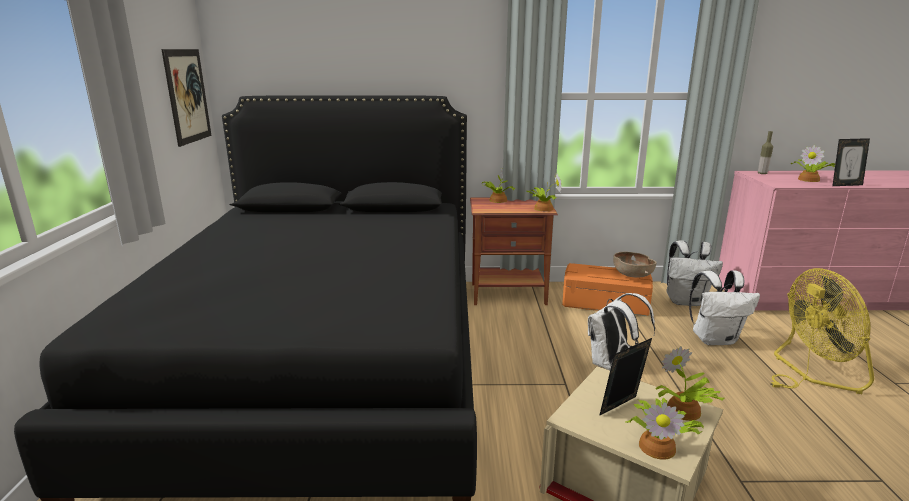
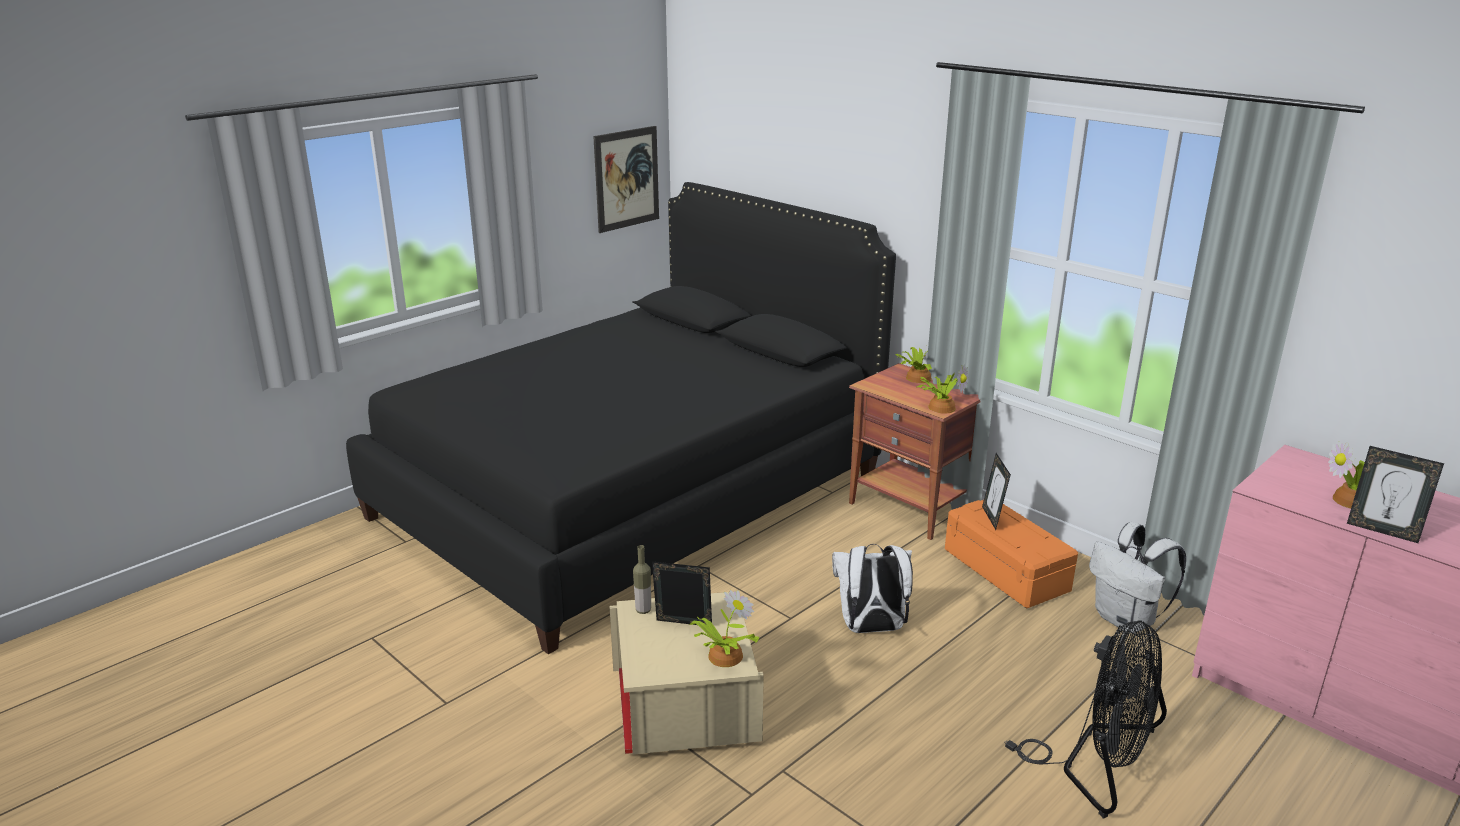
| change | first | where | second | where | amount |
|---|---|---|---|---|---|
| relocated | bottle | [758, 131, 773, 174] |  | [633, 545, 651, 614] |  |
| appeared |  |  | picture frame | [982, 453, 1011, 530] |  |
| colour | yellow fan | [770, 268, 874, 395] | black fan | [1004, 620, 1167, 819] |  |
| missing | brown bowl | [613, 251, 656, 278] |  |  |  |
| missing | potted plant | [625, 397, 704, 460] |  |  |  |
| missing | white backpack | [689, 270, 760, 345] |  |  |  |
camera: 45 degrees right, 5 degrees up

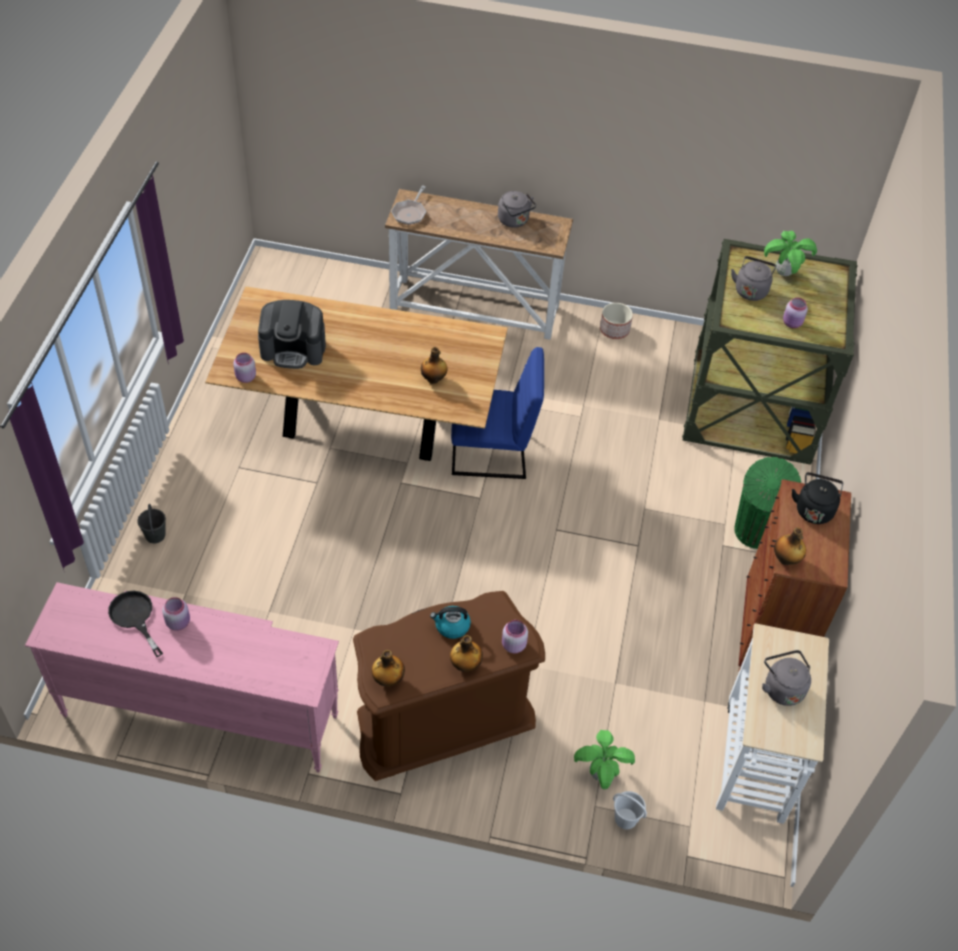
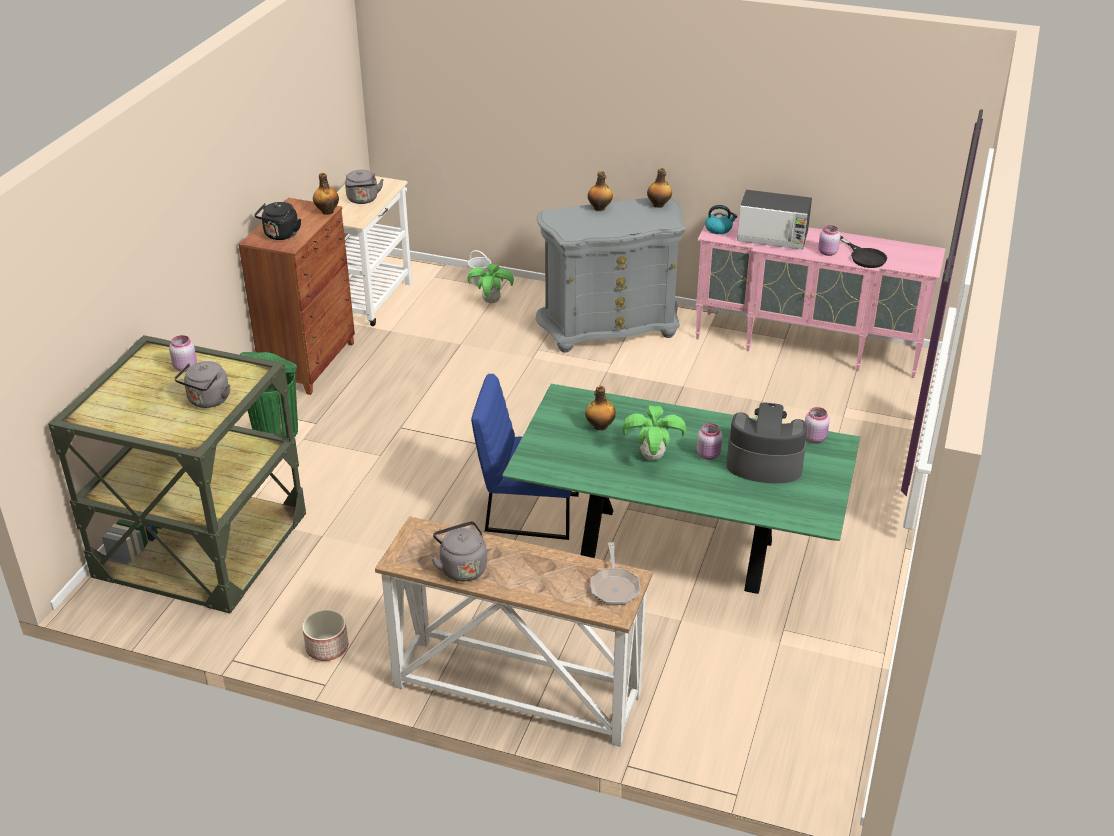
| change | first | where | second | where | amount |
|---|---|---|---|---|---|
| colour | brown dining table | [205, 286, 508, 461] | green dining table | [502, 384, 860, 594] |  |
| colour | brown dresser | [353, 591, 545, 781] | grey dresser | [536, 198, 686, 352] |  |
| spun | frying pan | [391, 185, 426, 225] |  | [590, 542, 640, 605] | 150 degrees clockwise |
| relocated | potted plant | [764, 231, 817, 276] |  | [622, 405, 686, 461] |  |
| relocated | pink jar | [502, 620, 528, 653] |  | [697, 423, 722, 459] |  |
| relocated | kettle | [430, 606, 471, 639] |  | [705, 205, 738, 234] |  |
| appeared |  |  | microwave | [737, 190, 812, 250] |  |
| missing | grey bucket | [137, 504, 166, 543] |  |  |  |
camera: 170 degrees left, 15 degrees down

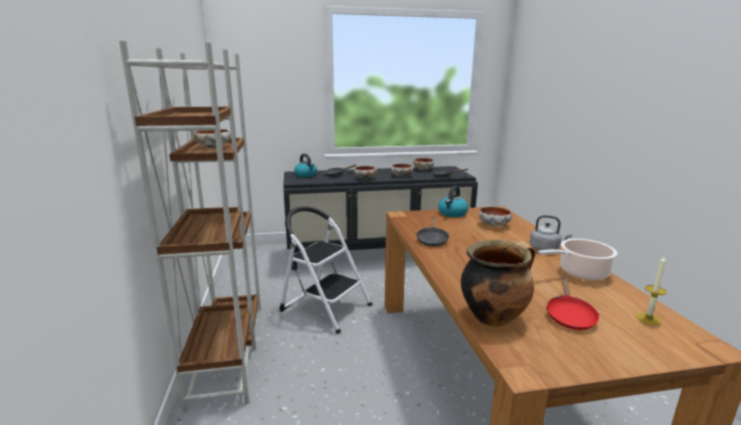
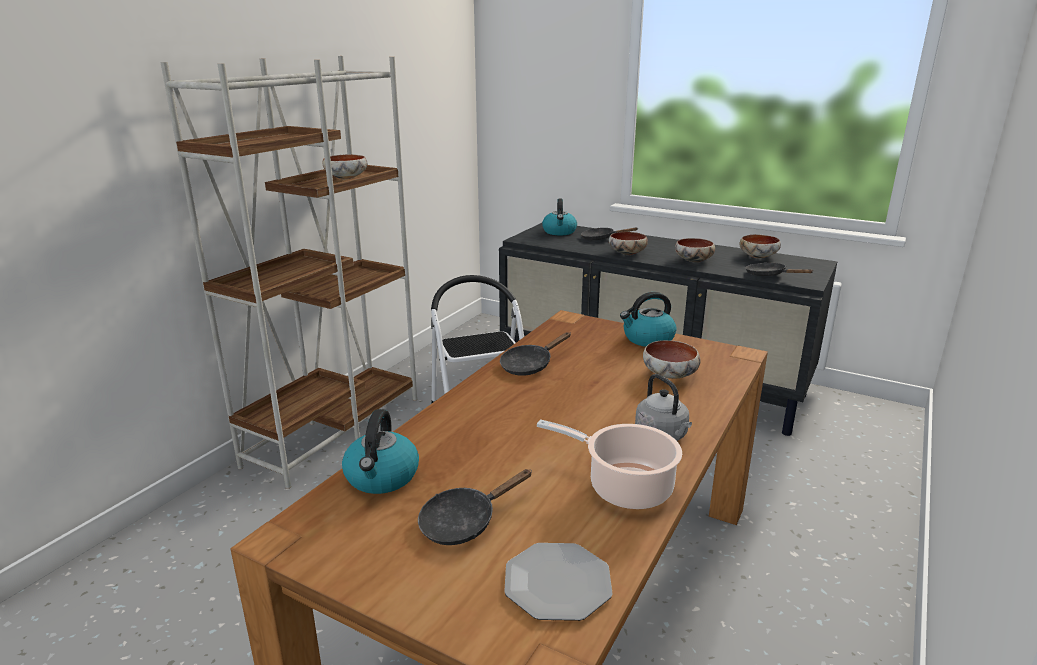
| change | first | where | second | where | amount |
|---|---|---|---|---|---|
| exchanged | cooking pot | [461, 240, 535, 327] | kettle | [342, 409, 419, 494] |  |
| colour | red frying pan | [546, 276, 600, 330] | black frying pan | [418, 469, 532, 545] |  |
| exchanged | candle | [636, 255, 667, 325] | plate | [504, 543, 613, 621] |  |
camera: 40 degrees right, 5 degrees up

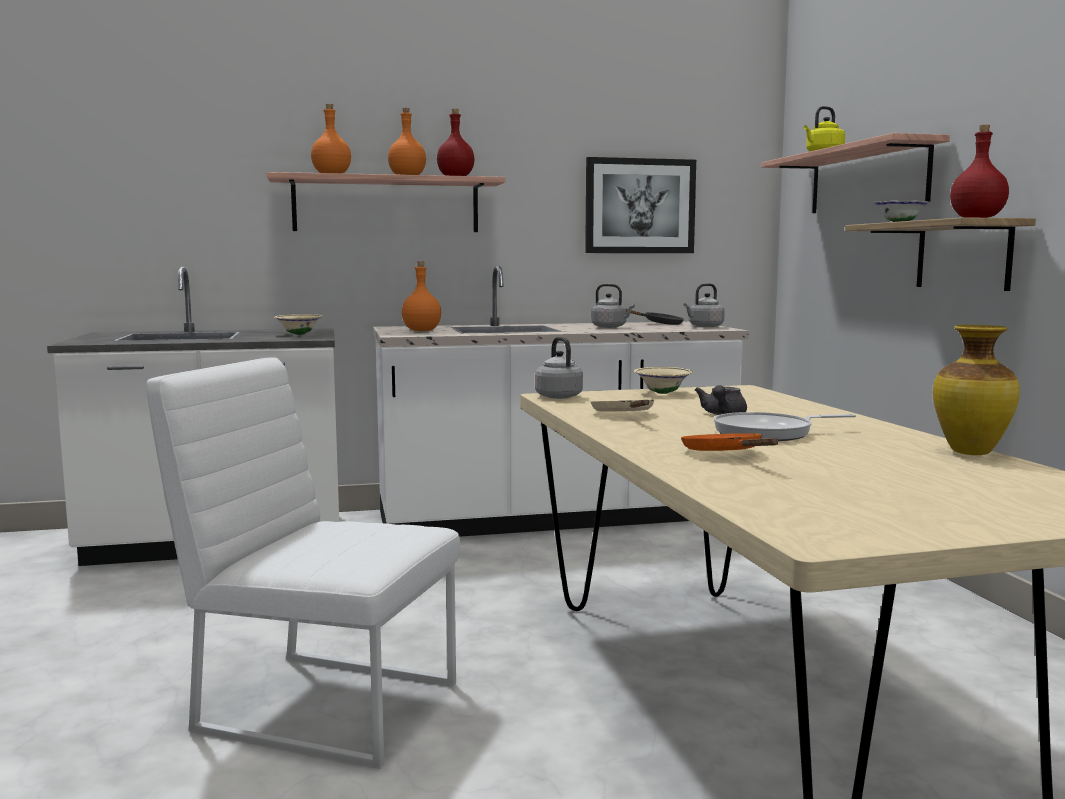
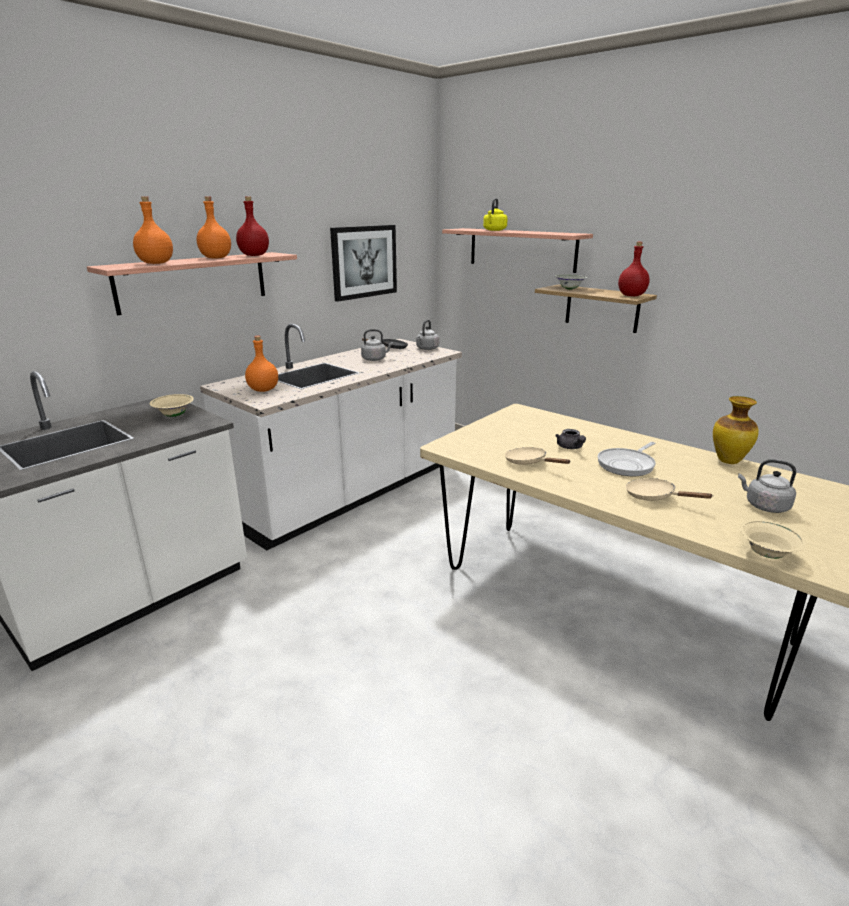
| change | first | where | second | where | amount |
|---|---|---|---|---|---|
| colour | orange frying pan | [681, 433, 778, 451] | beige frying pan | [626, 478, 713, 501] |  |
| relocated | grey kettle | [535, 337, 583, 399] |  | [738, 459, 796, 513] |  |
| relocated | beige bowl | [634, 367, 693, 394] |  | [739, 520, 806, 559] |  |
| missing | white chair | [146, 357, 460, 769] |  |  |  |
camera: 35 degrees left, 15 degrees up

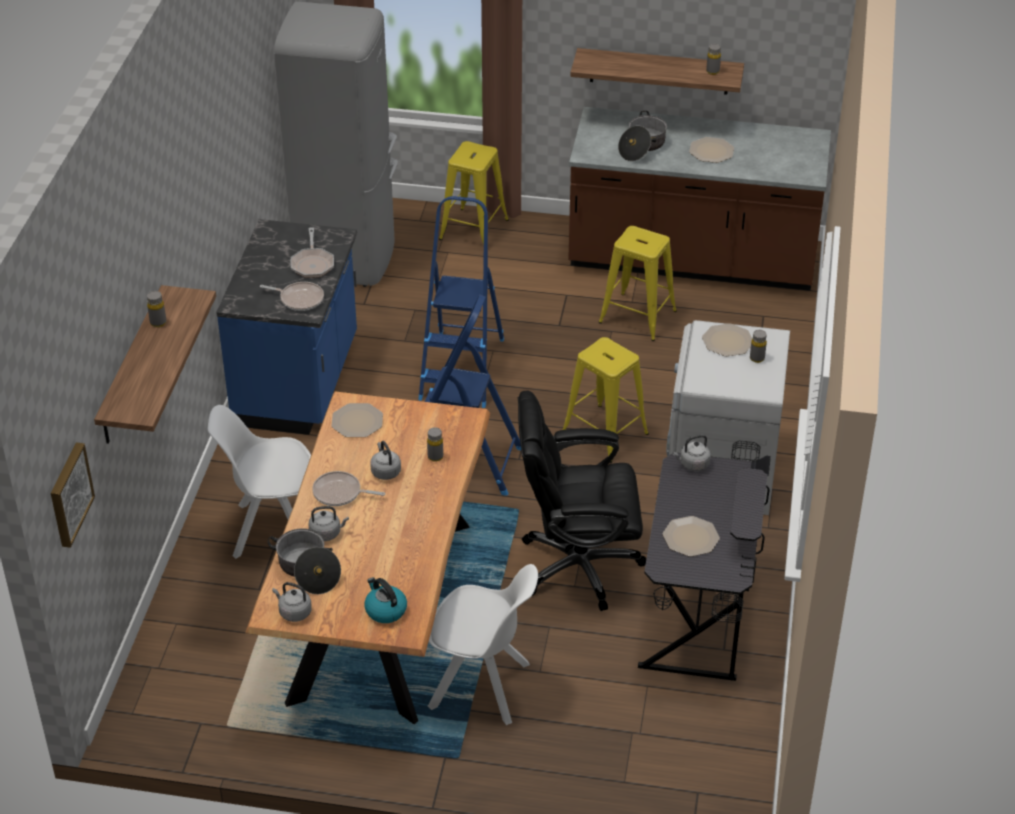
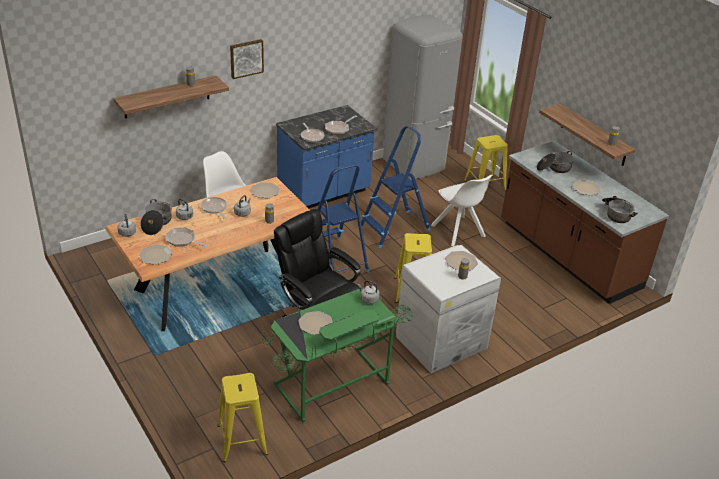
| change | first | where | second | where | amount |
|---|---|---|---|---|---|
| exchanged | kettle | [364, 577, 407, 623] | plate | [139, 244, 172, 265] |  |
| appeared |  |  | frying pan | [166, 227, 208, 247] |  |
| relocated | yellow stool | [599, 226, 677, 341] |  | [217, 373, 268, 462] |  |
| relocated | picture | [51, 443, 95, 548] |  | [230, 39, 264, 79] |  |
| colour | black desk | [638, 441, 771, 681] | green desk | [261, 288, 413, 422] |  |
| relocated | white chair | [428, 564, 538, 725] |  | [431, 175, 492, 246] |  |
| appeared |  |  | cooking pot | [602, 196, 638, 223] |  |
camera: 45 degrees right, 5 degrees down

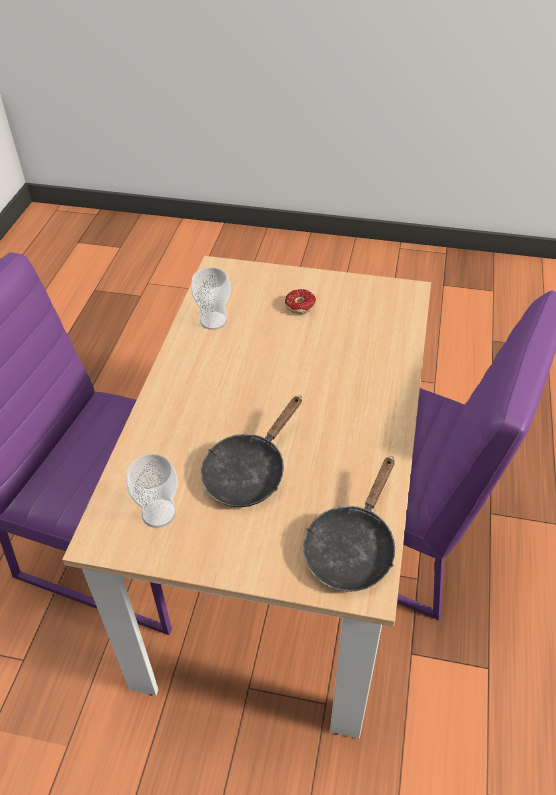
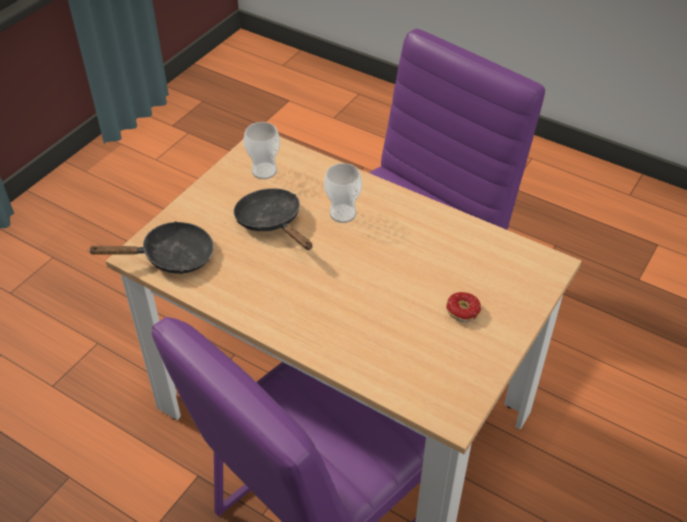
| change | first | where | second | where | amount |
|---|---|---|---|---|---|
| spun | black frying pan | [303, 456, 395, 592] |  | [88, 221, 214, 274] | 120 degrees clockwise |
| relocated | cup | [191, 268, 231, 330] |  | [324, 163, 362, 223] |  |
camera: 110 degrees right, 0 degrees up

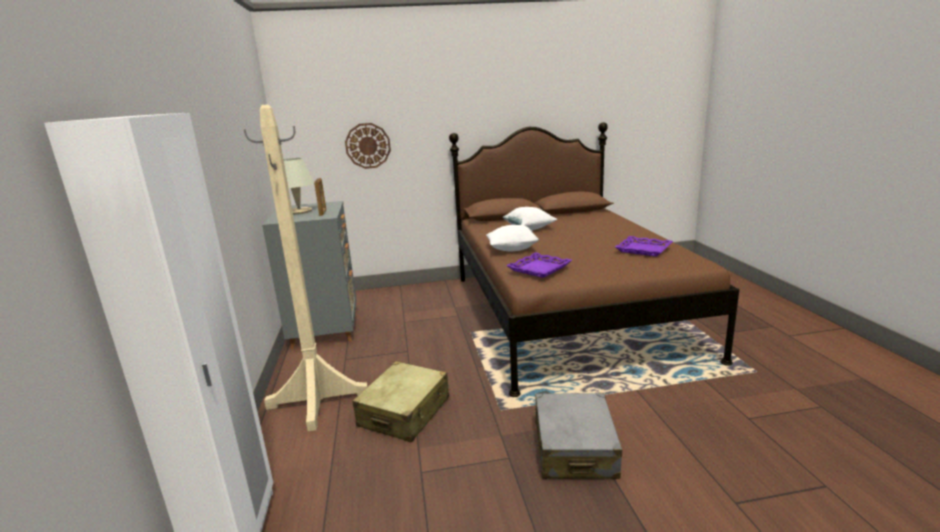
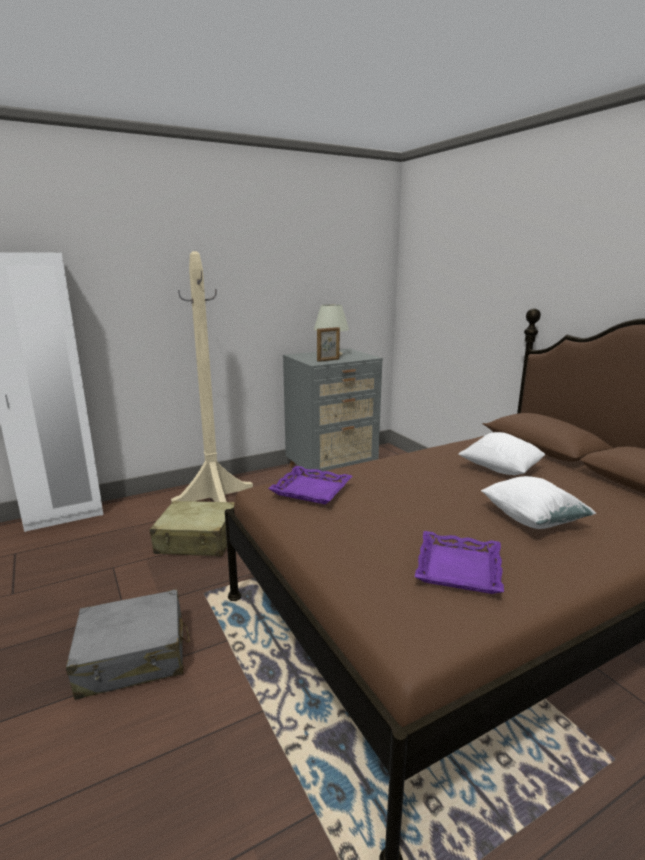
| change | first | where | second | where | amount |
|---|---|---|---|---|---|
| relocated | white pillow | [486, 225, 539, 251] |  | [481, 476, 596, 529] |  |
| missing | wall clock | [345, 123, 391, 169] |  |  |  |
camera: 70 degrees right, 0 degrees up

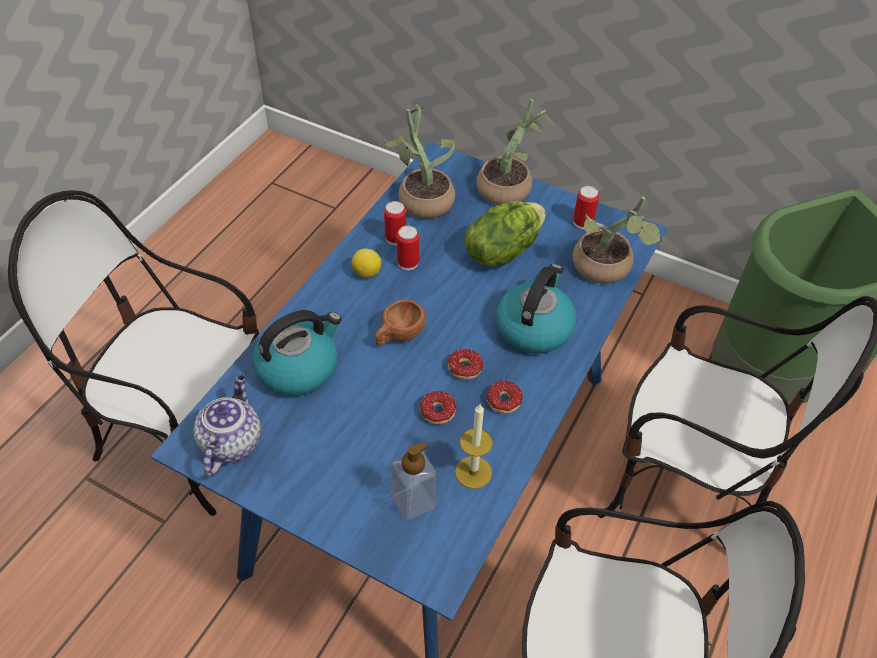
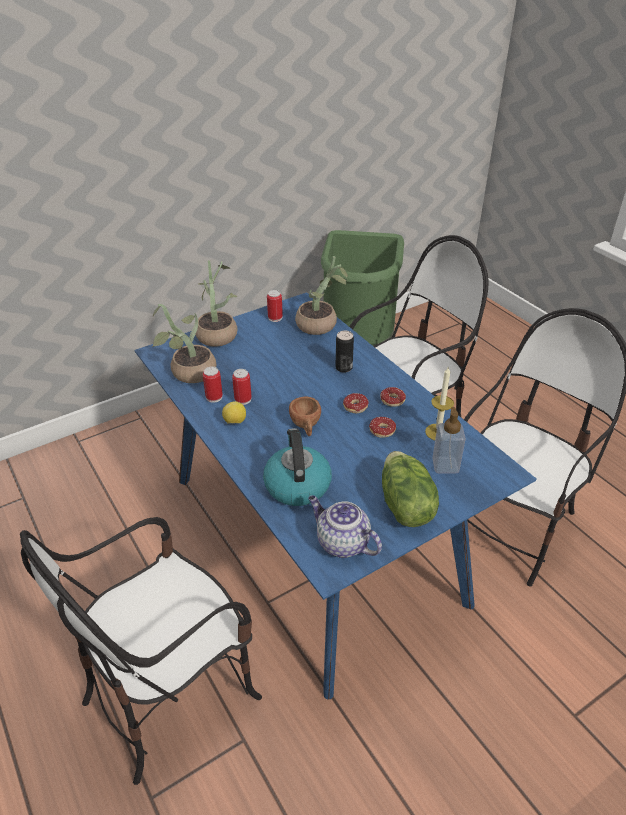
| change | first | where | second | where | amount |
|---|---|---|---|---|---|
| exchanged | kettle | [496, 264, 576, 354] | can | [335, 330, 354, 372] |  |
| relocated | lettuce | [464, 201, 546, 267] |  | [382, 451, 439, 527] |  |
camera: 60 degrees left, 10 degrees down

